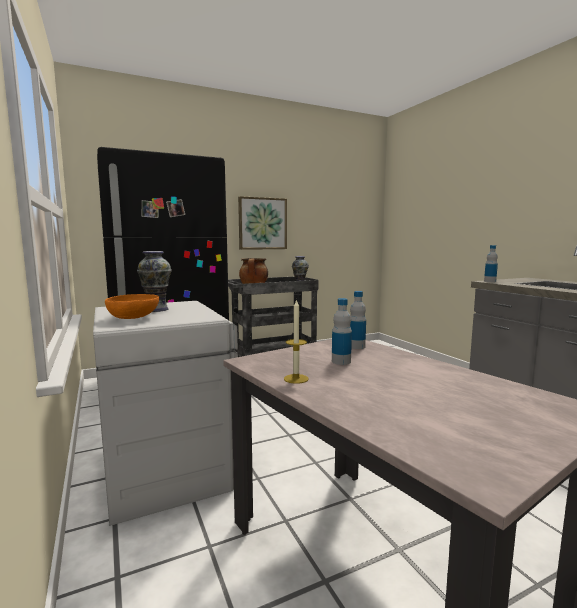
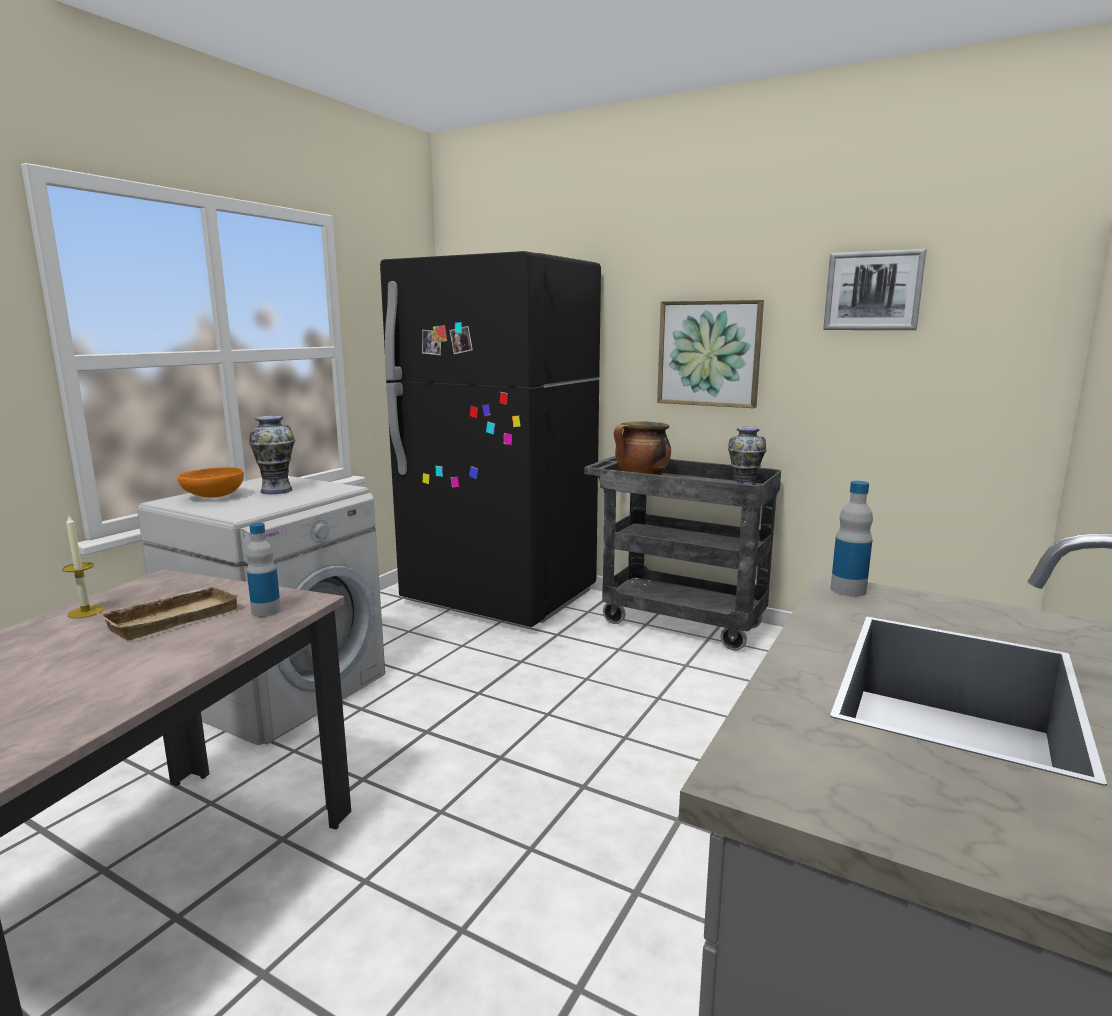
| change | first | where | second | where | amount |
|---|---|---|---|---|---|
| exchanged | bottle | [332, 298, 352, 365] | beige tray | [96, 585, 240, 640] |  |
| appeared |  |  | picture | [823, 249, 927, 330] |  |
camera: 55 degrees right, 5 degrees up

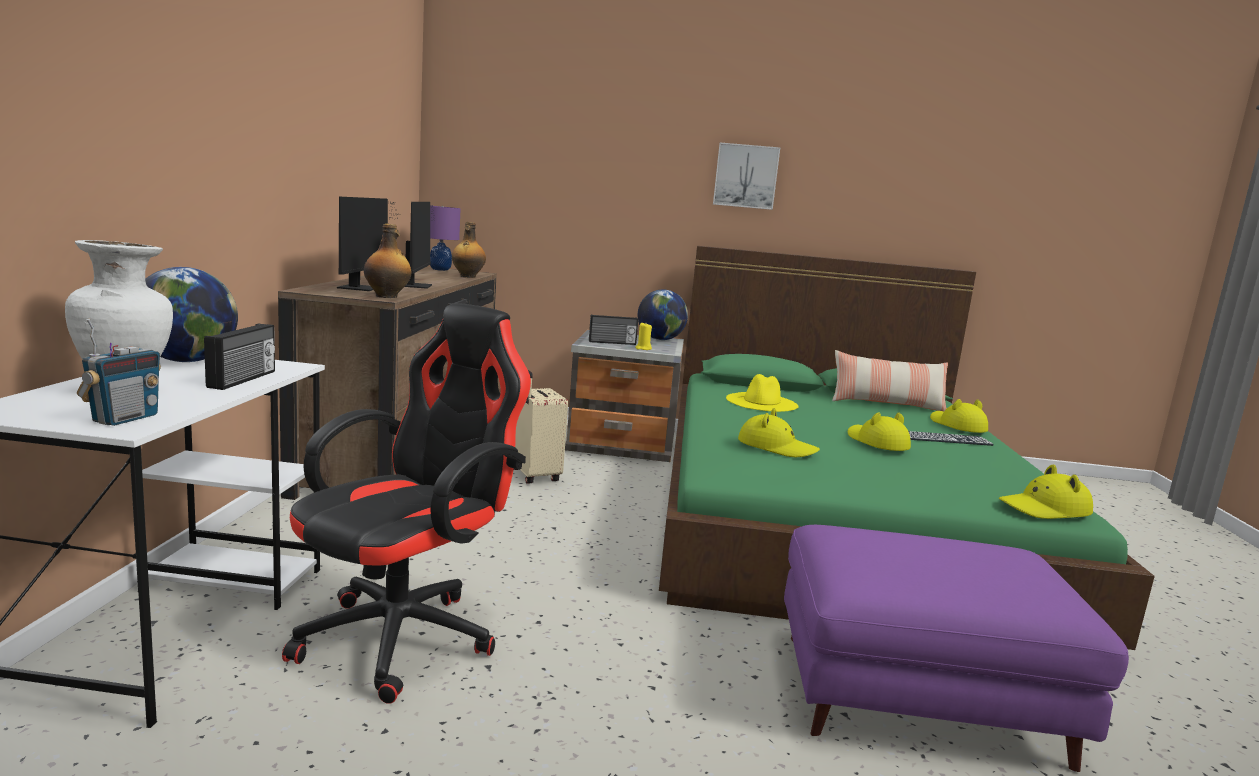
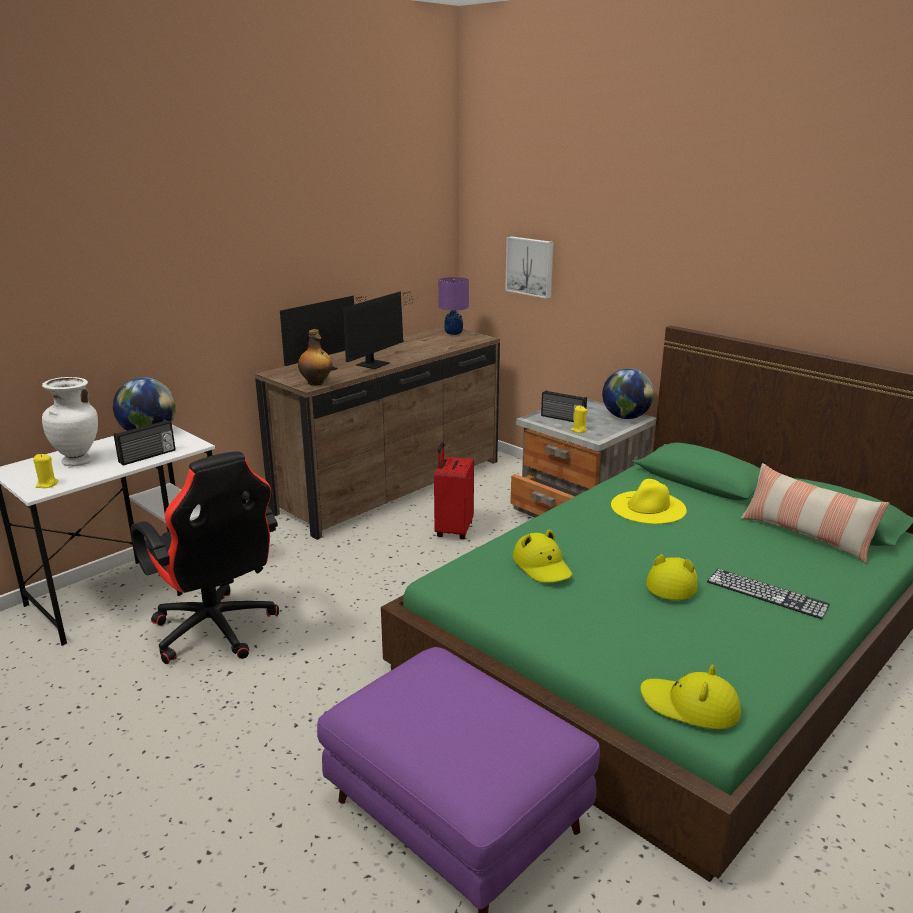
| change | first | where | second | where | amount |
|---|---|---|---|---|---|
| exchanged | radio | [77, 319, 161, 426] | yellow candle | [33, 454, 58, 488] |  |
| spun | black office chair | [282, 303, 531, 704] |  | [131, 451, 279, 664] | 75 degrees clockwise |
| colour | beige suitcase | [514, 370, 568, 484] | red suitcase | [434, 442, 474, 539] |  |
| relocated | picture | [713, 143, 780, 210] |  | [505, 236, 553, 299] |  |
| missing | bottle | [452, 222, 486, 278] |  |  |  |
| missing | yellow hat | [930, 399, 988, 433] |  |  |  |
camera: 40 degrees right, 10 degrees up

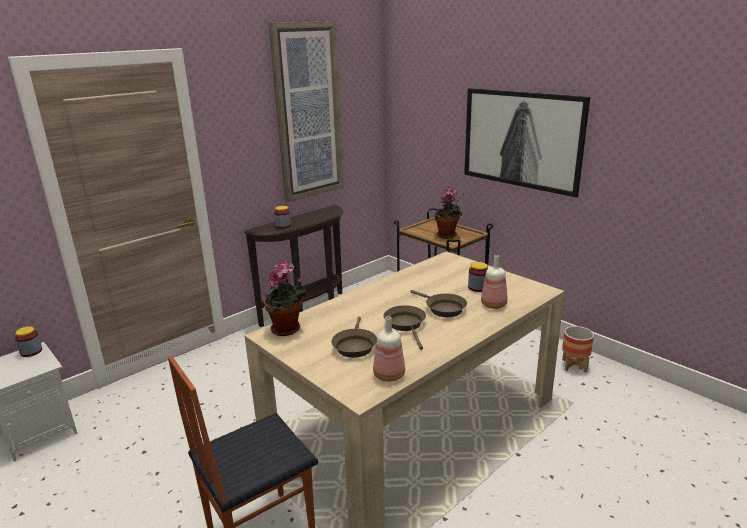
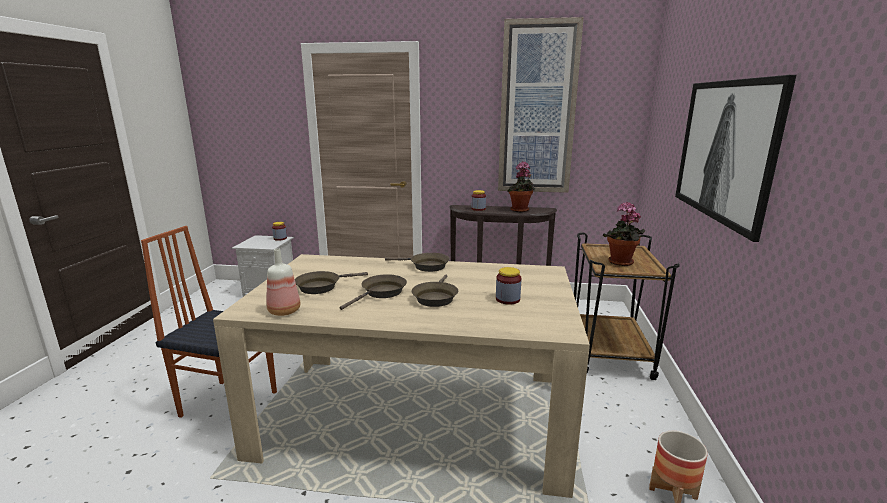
| change | first | where | second | where | amount |
|---|---|---|---|---|---|
| appeared |  |  | brown frying pan | [385, 253, 450, 272] |  |
| relocated | potted plant | [264, 260, 306, 336] |  | [508, 161, 535, 212] |  |
| missing | bottle | [481, 255, 508, 309] |  |  |  |
camera: 50 degrees right, 5 degrees down

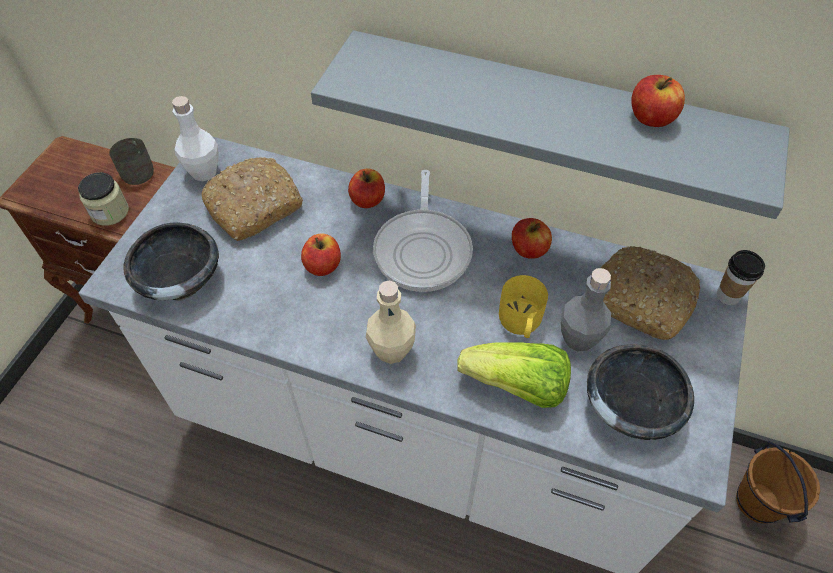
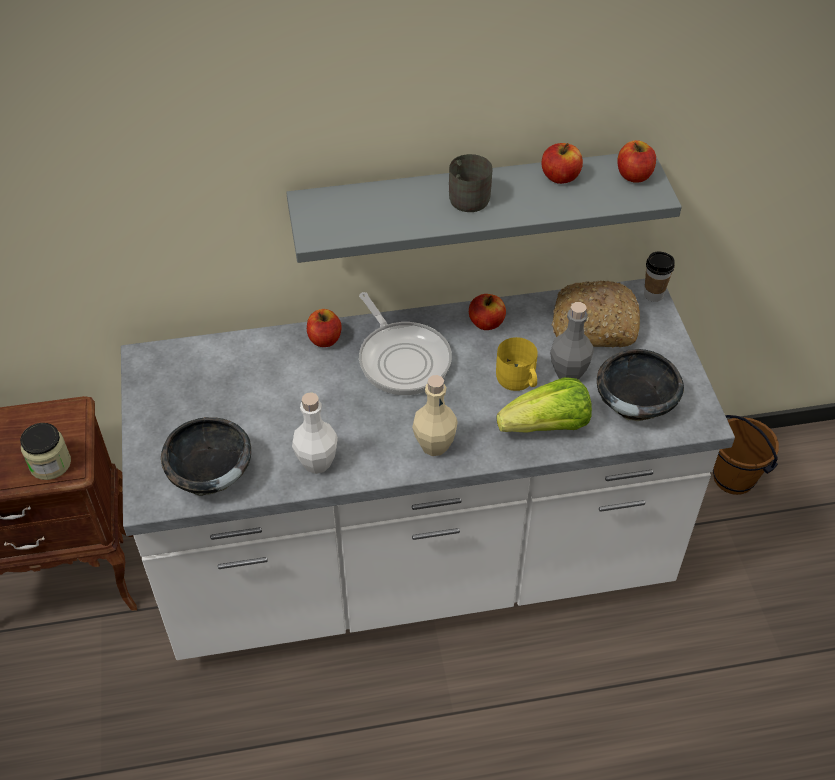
| change | first | where | second | where | amount |
|---|---|---|---|---|---|
| relocated | white bottle | [172, 96, 219, 181] |  | [292, 392, 338, 474] |  |
| relocated | grey mug | [109, 138, 154, 185] |  | [449, 154, 492, 212] |  |
| relocated | apple | [301, 234, 341, 276] |  | [617, 140, 656, 183] |  |
| missing | bread | [201, 157, 303, 241] |  |  |  |
camera: 30 degrees left, 5 degrees down

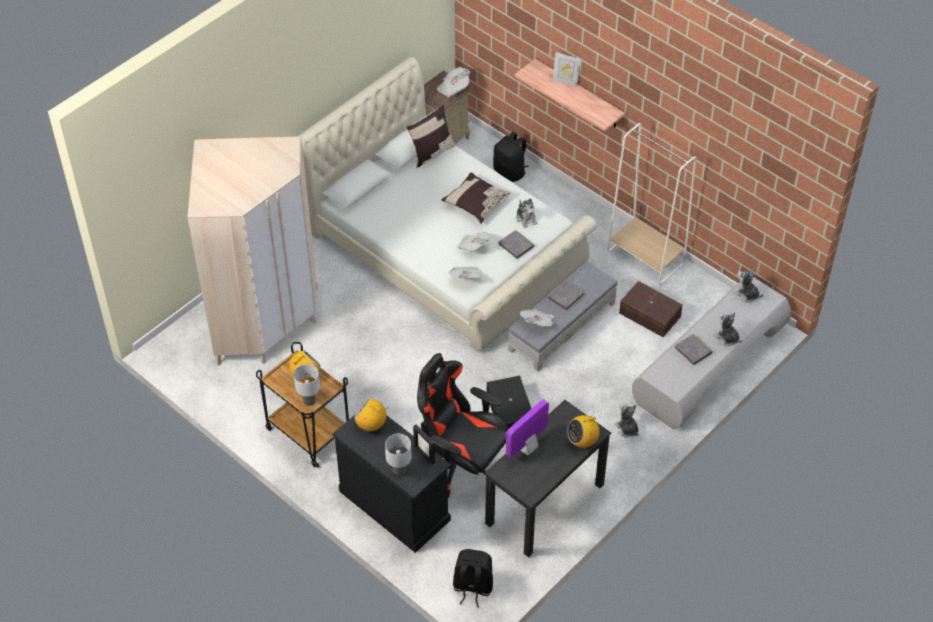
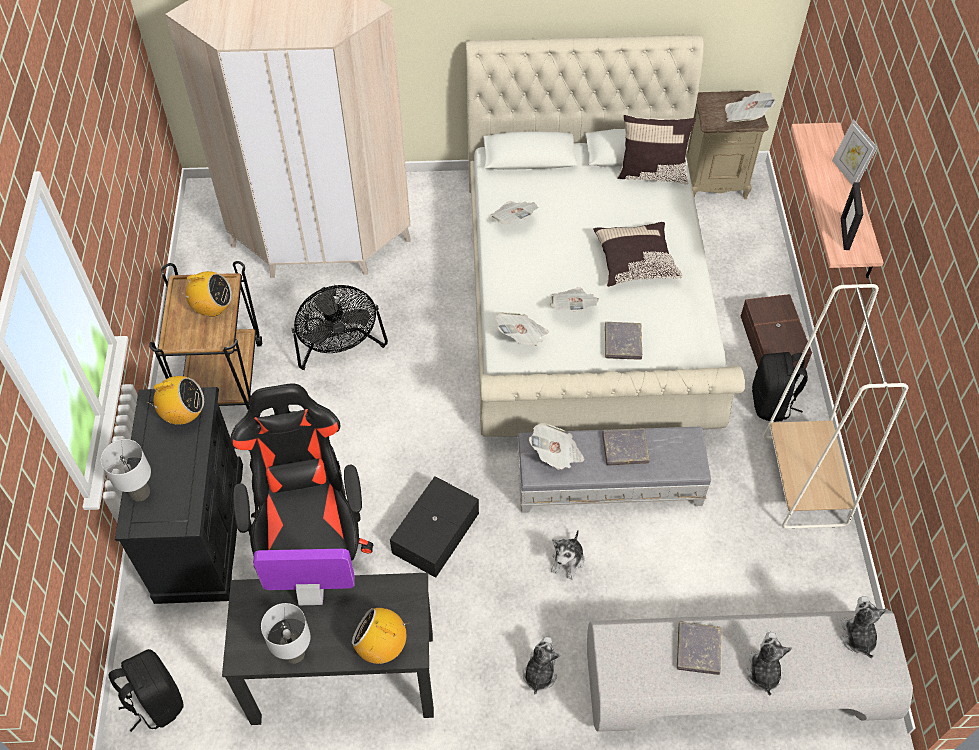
| change | first | where | second | where | amount |
|---|---|---|---|---|---|
| spun | radio | [354, 399, 387, 432] |  | [147, 376, 204, 425] | 105 degrees clockwise |
| relocated | white table lamp | [294, 364, 320, 406] |  | [261, 603, 311, 664] |  |
| appeared |  |  | black fan | [291, 285, 388, 370] |  |
| appeared |  |  | newspaper | [490, 201, 539, 224] |  |
| relocated | plush toy | [516, 198, 537, 228] |  | [551, 530, 584, 580] |  |
| relocated | brown storage box | [619, 281, 683, 337] |  | [741, 294, 812, 369] |  |
| relocated | black backpack | [493, 132, 528, 182] |  | [752, 352, 808, 422] |  |
| relocated | picture frame | [413, 424, 435, 465] |  | [841, 182, 863, 250] |  |
camera: 45 degrees right, 5 degrees up

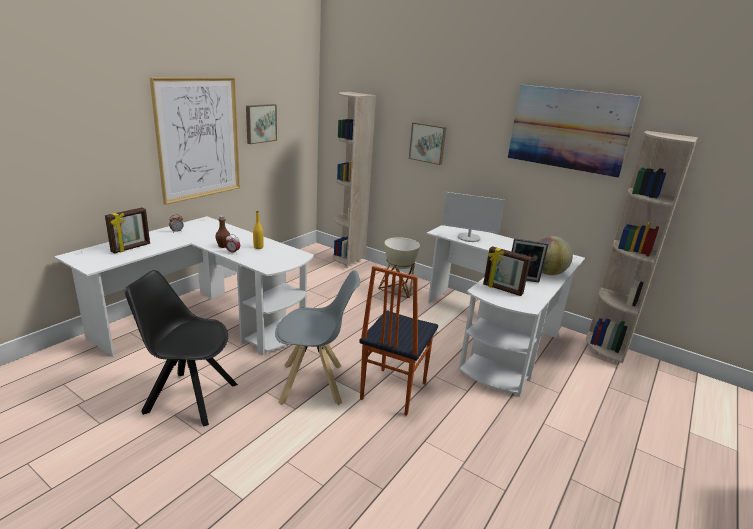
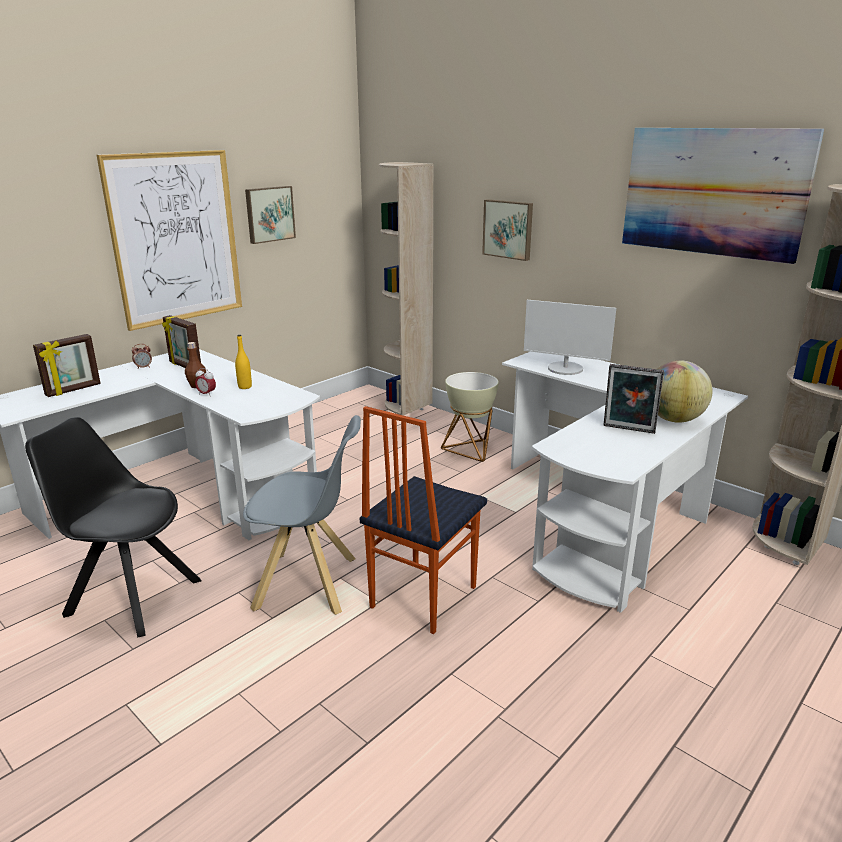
| change | first | where | second | where | amount |
|---|---|---|---|---|---|
| relocated | picture frame | [483, 246, 531, 296] |  | [162, 315, 201, 368] |  |
camera: 10 degrees right, 0 degrees up

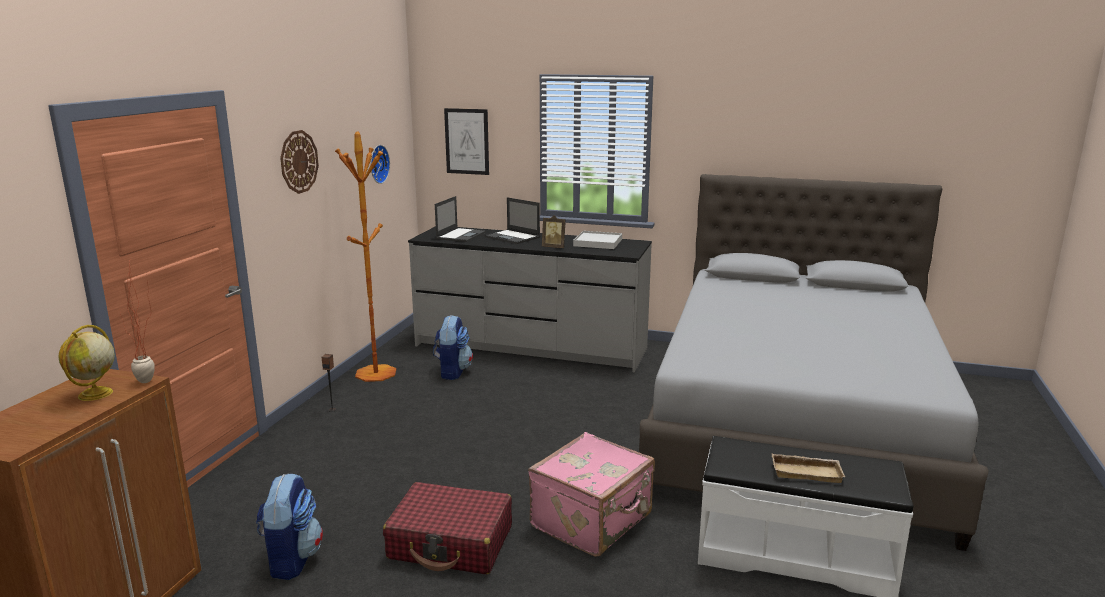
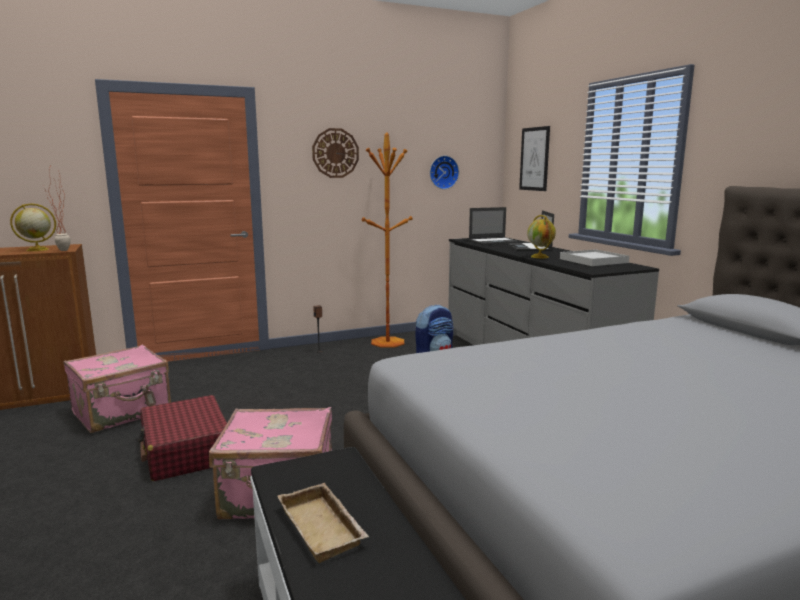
| change | first | where | second | where | amount |
|---|---|---|---|---|---|
| exchanged | backpack | [256, 473, 323, 580] | pink suitcase | [63, 345, 171, 433] |  |
| exchanged | picture frame | [542, 215, 566, 248] | globe | [527, 215, 556, 258] |  |
camera: 50 degrees right, 5 degrees down

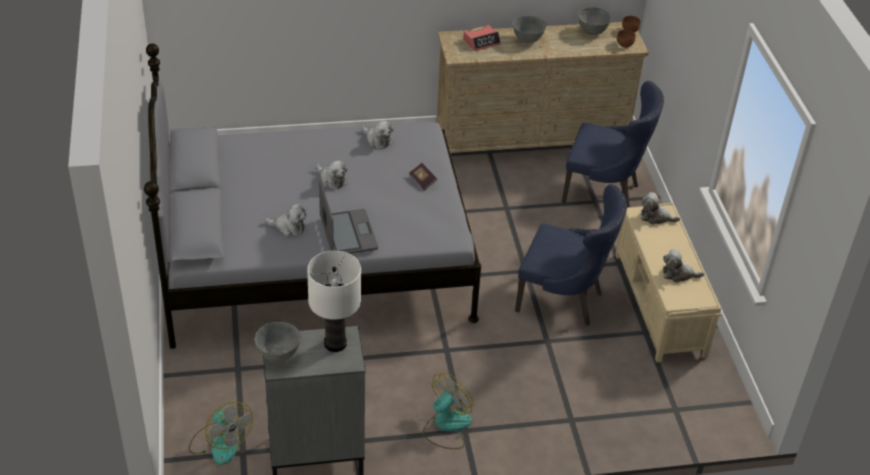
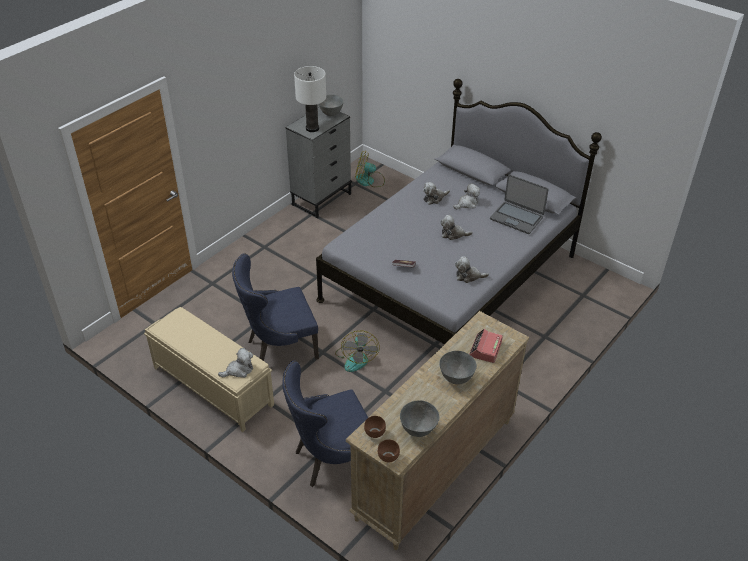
| change | first | where | second | where | amount |
|---|---|---|---|---|---|
| relocated | fan | [423, 373, 474, 449] |  | [335, 330, 380, 372] |  |
| relocated | plush toy | [663, 249, 705, 283] |  | [453, 184, 480, 209] |  |
| relocated | laptop | [319, 181, 378, 254] |  | [490, 174, 549, 234] |  |
camera: 140 degrees right, 0 degrees up

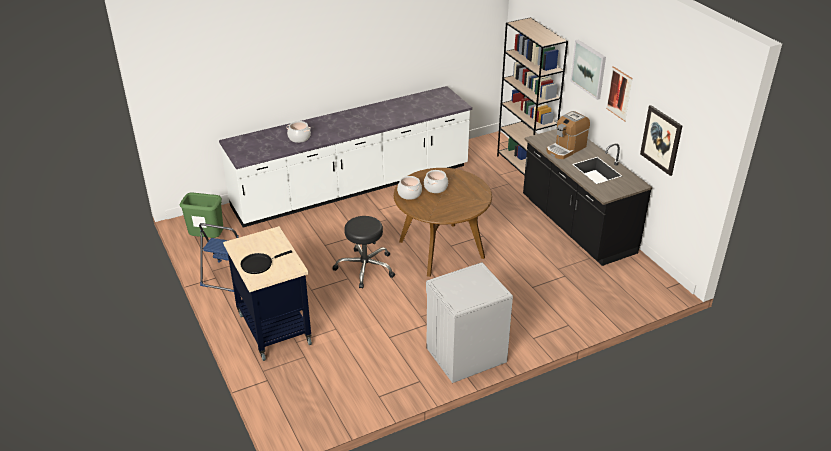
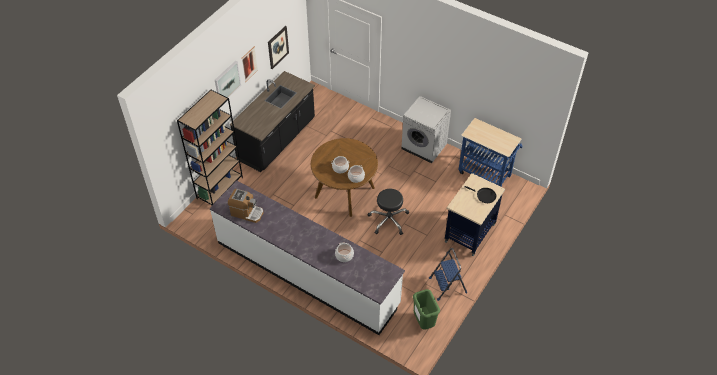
| change | first | where | second | where | amount |
|---|---|---|---|---|---|
| relocated | coffee machine | [546, 111, 590, 159] |  | [228, 189, 264, 223] |  |
| appeared |  |  | blue cart | [458, 118, 523, 187] |  |
camera: 120 degrees left, 15 degrees up

